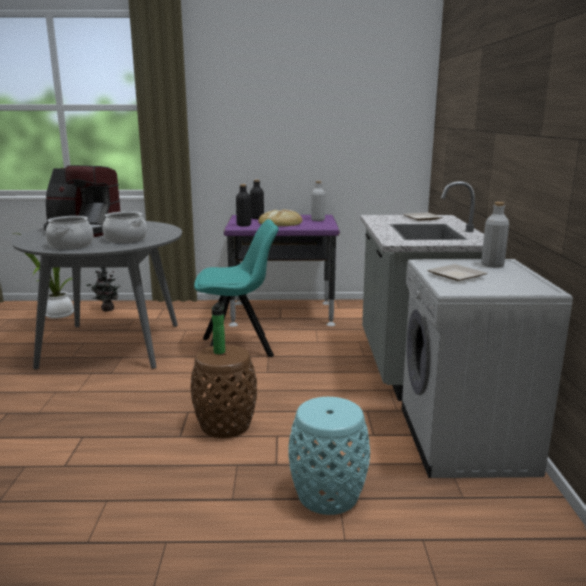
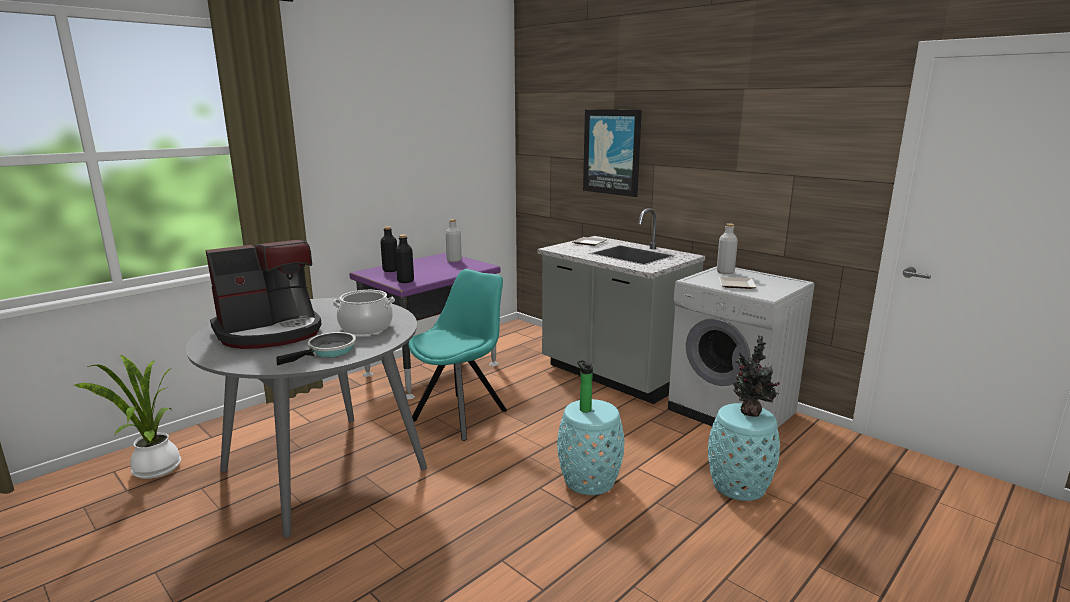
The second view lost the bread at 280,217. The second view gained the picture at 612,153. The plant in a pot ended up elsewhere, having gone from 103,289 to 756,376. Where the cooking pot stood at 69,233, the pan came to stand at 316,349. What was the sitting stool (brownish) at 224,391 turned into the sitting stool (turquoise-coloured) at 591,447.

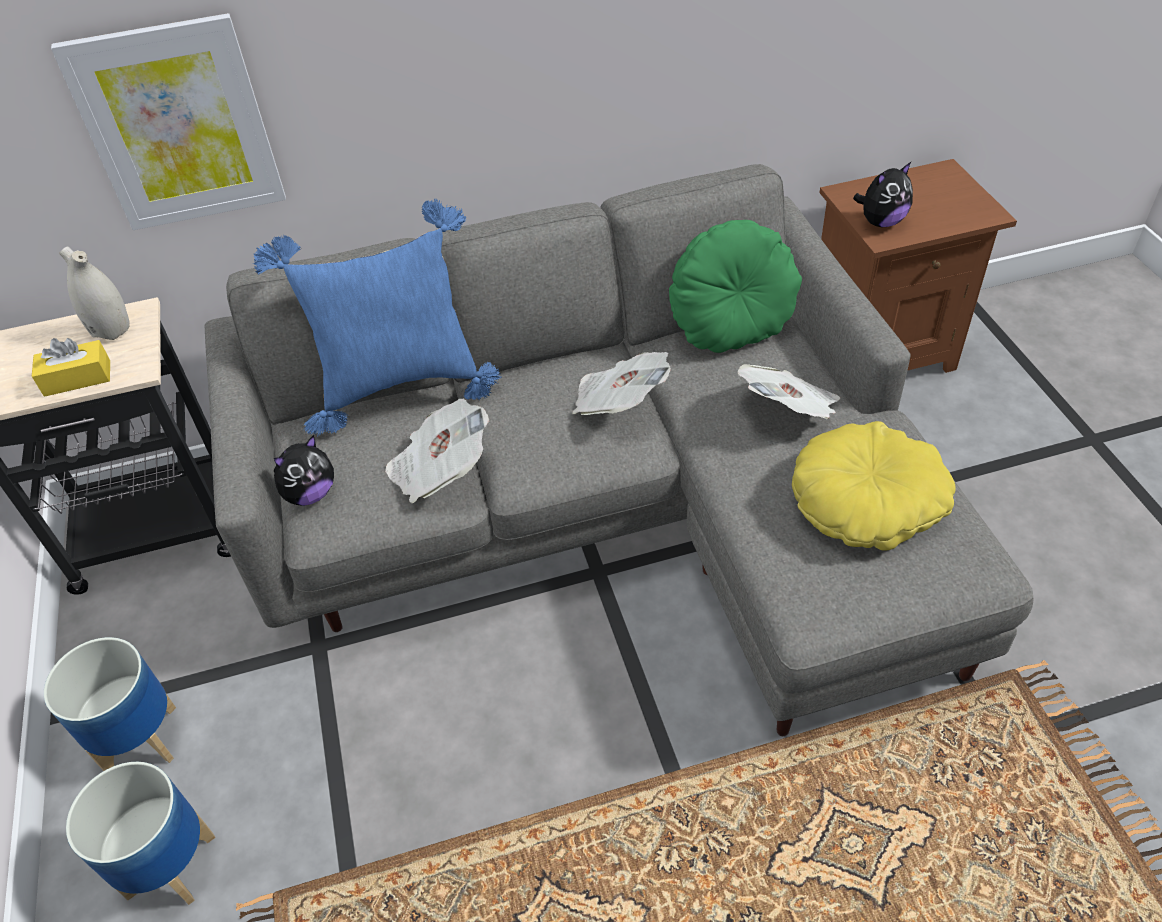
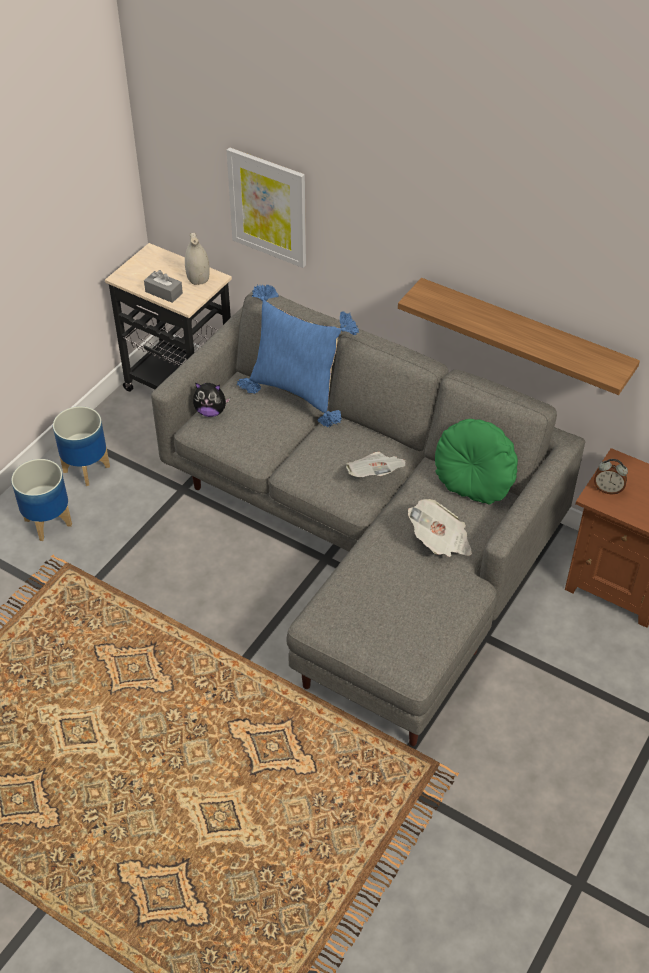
The second view lost the printed paper at 437,450. The second view lost the throw pillow (yellow) at 874,486. The second view gained the shelf at 519,336. Where the plush toy stood at 883,194, the alarm clock came to stand at 611,476. What was the box of tissues (yellow) at 71,367 turned into the box of tissues (greyish) at 163,286.

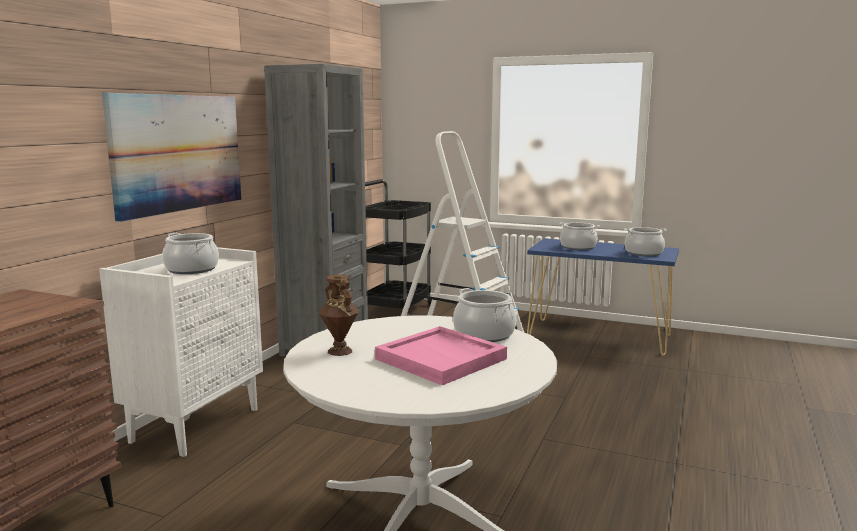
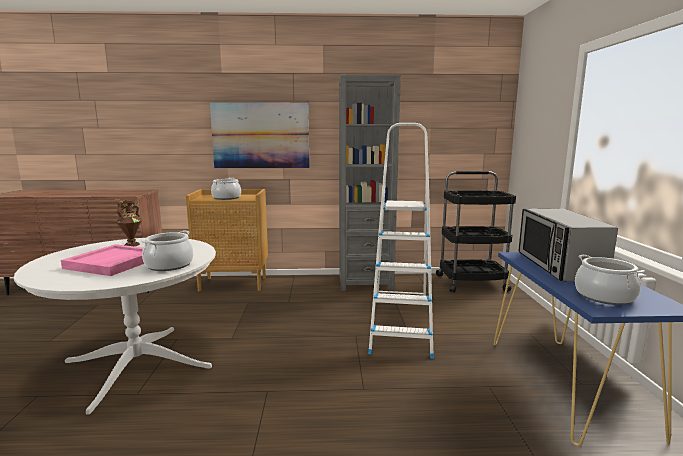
Where the cooking pot stood at 579,236, the microwave came to stand at 568,244. What was the storage cabinet (white-coloured) at 181,352 turned into the storage cabinet (brownish) at 227,240.

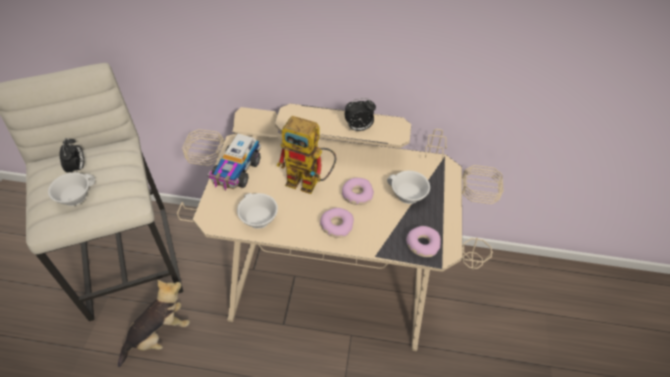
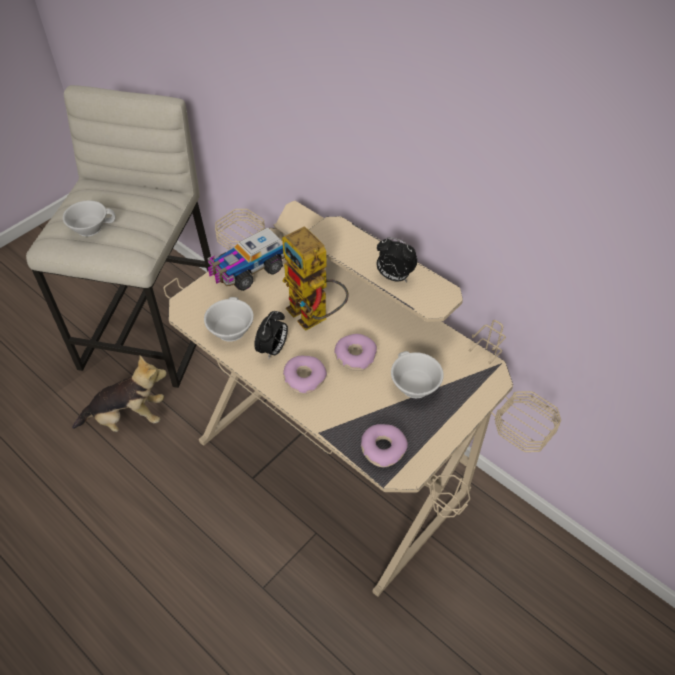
The alarm clock ended up elsewhere, having gone from 72,155 to 271,335.

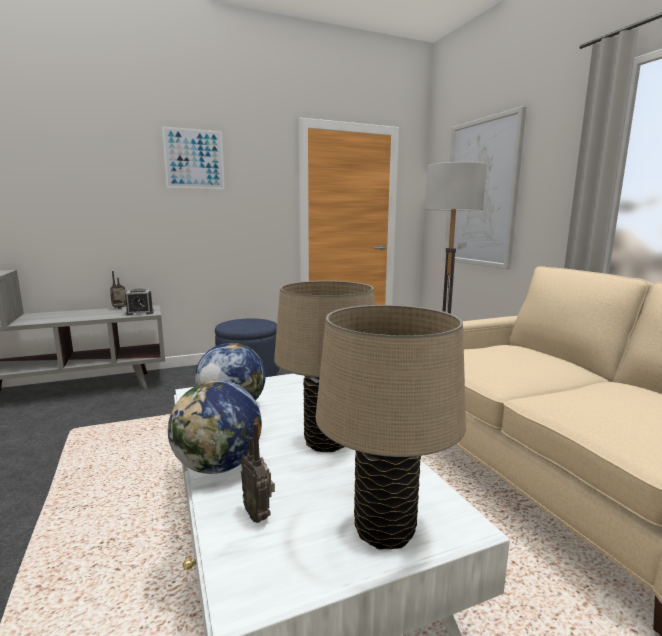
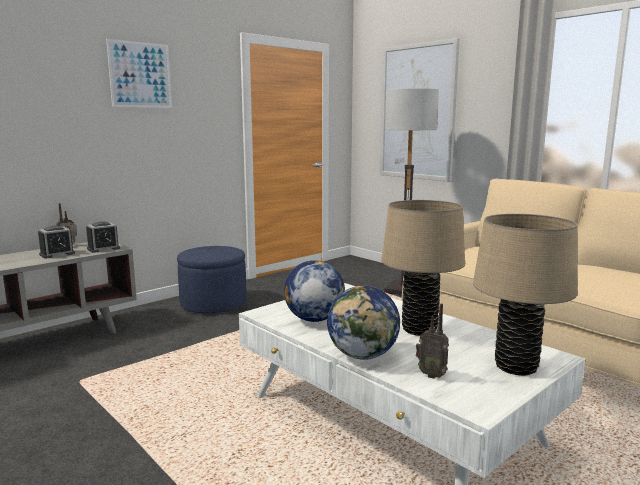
The second view gained the alarm clock at 56,242.

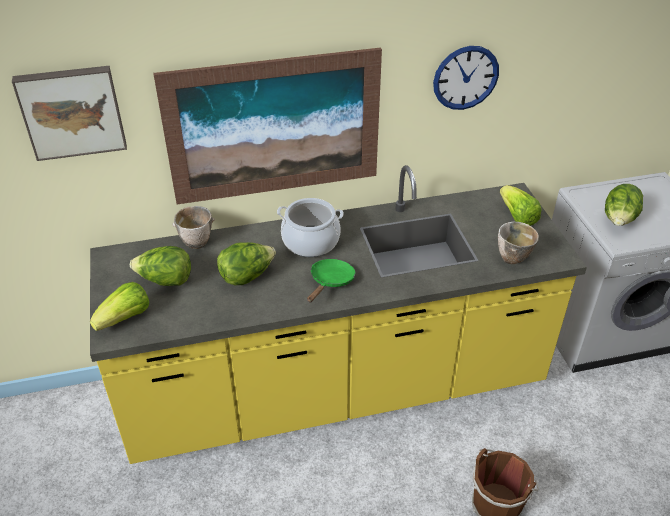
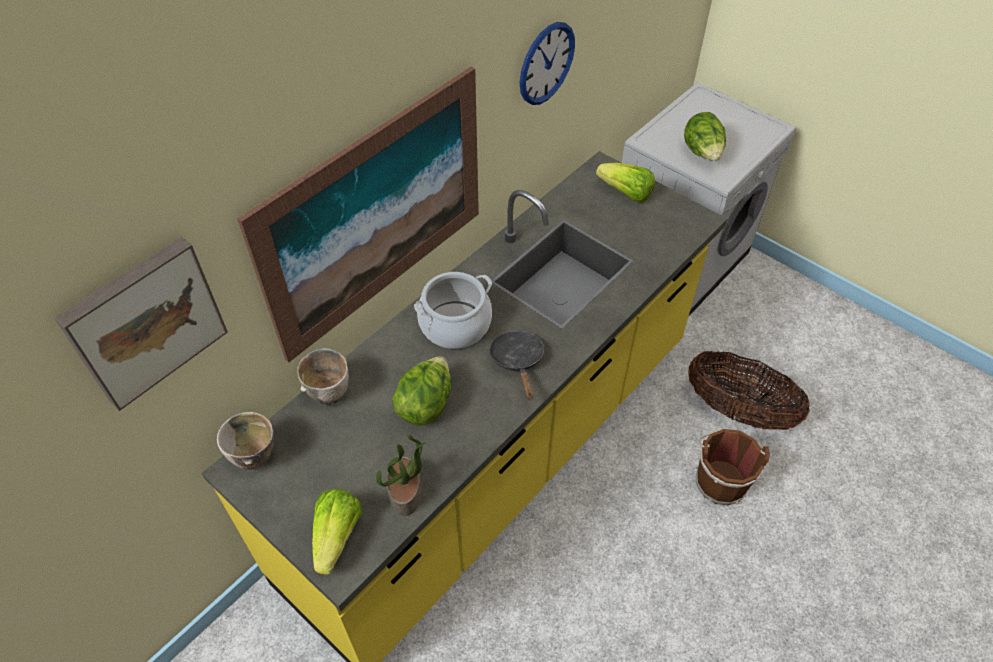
The second view lost the lettuce at 160,266. The second view gained the plant in a pot at 401,475. The second view gained the basket at 749,390. The serving bowl ended up elsewhere, having gone from 518,242 to 245,441. What was the pan (green-coloured) at 331,280 turned into the pan (black) at 516,365.

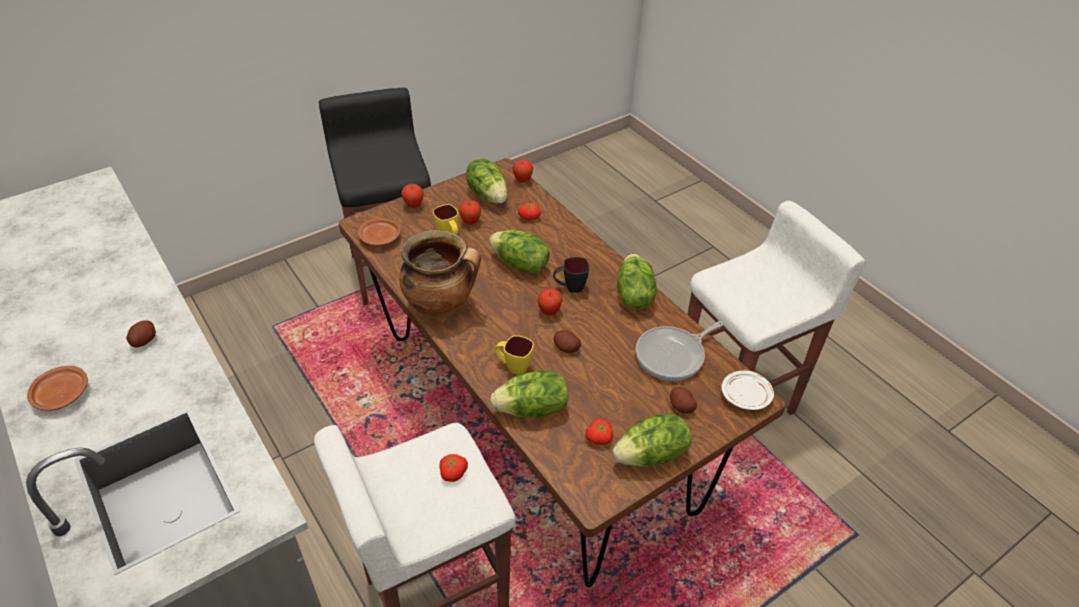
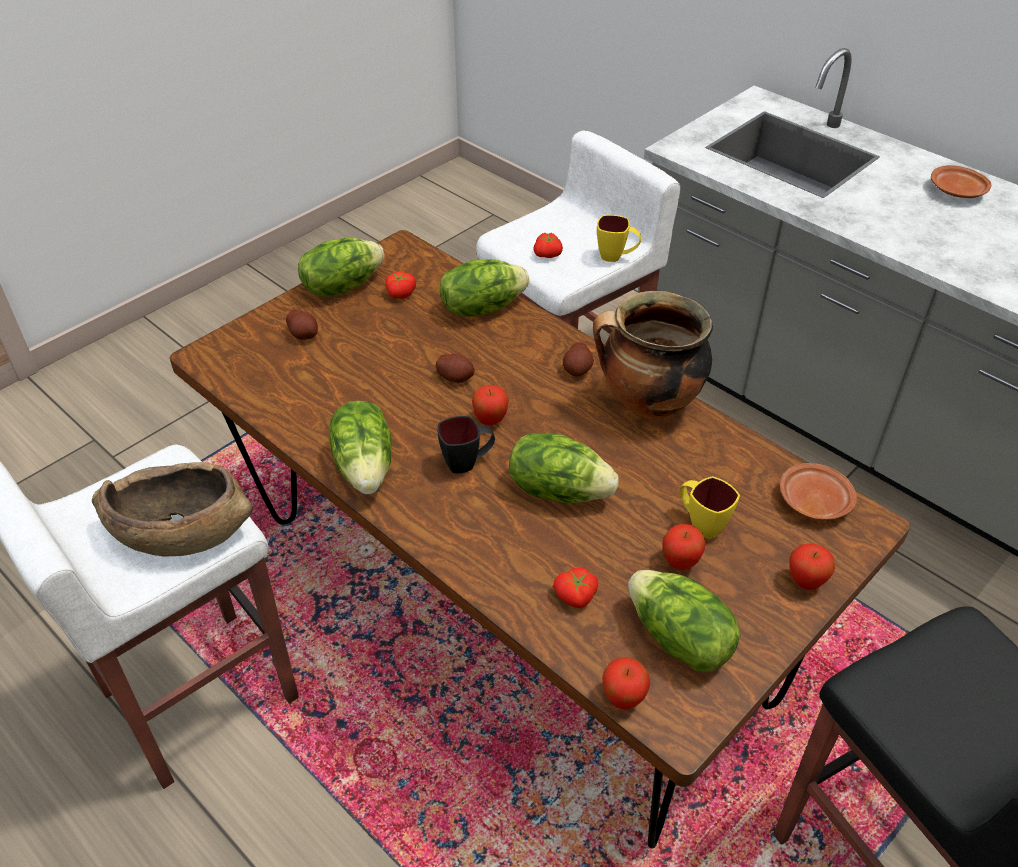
The second view lost the pan at 679,351. The second view lost the dinner plate (white-coloured) at 748,390. The second view gained the serving bowl (brownish) at 172,509. The whole potato ended up elsewhere, having gone from 141,333 to 578,359. The tea mug (yellow) ended up elsewhere, having gone from 514,355 to 619,238.

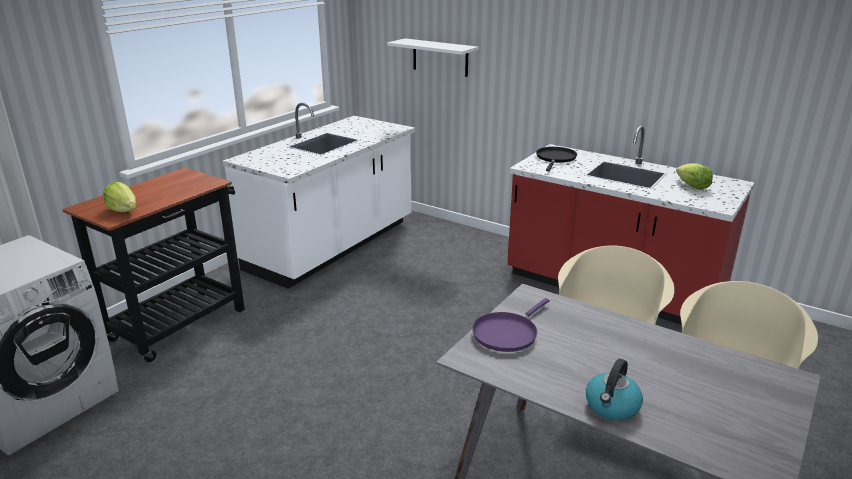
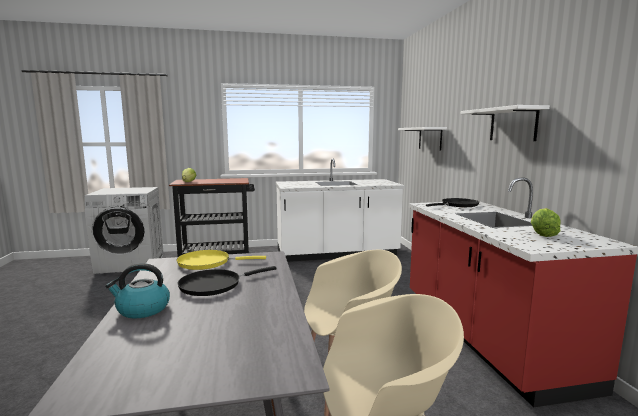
The second view gained the pan (black) at 227,281. The second view gained the shelf (white-coloured) at 505,123. What was the pan (purplish) at 510,325 turned into the pan (yellow) at 221,260.

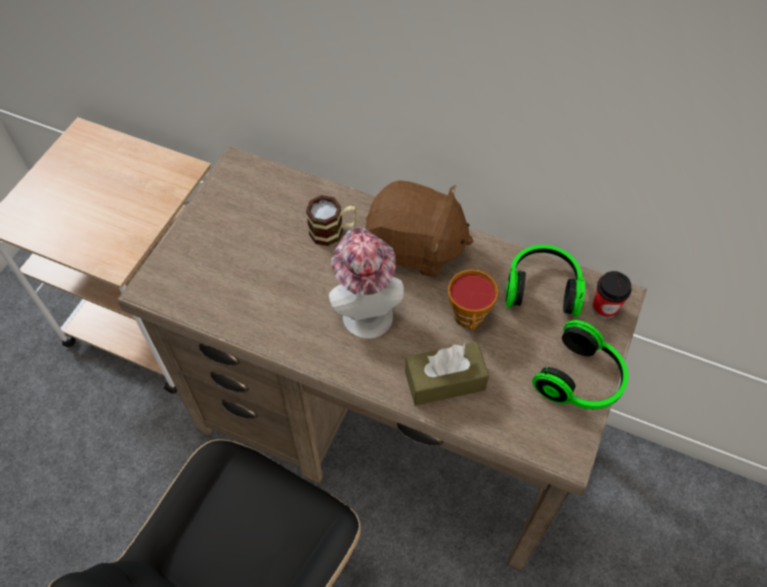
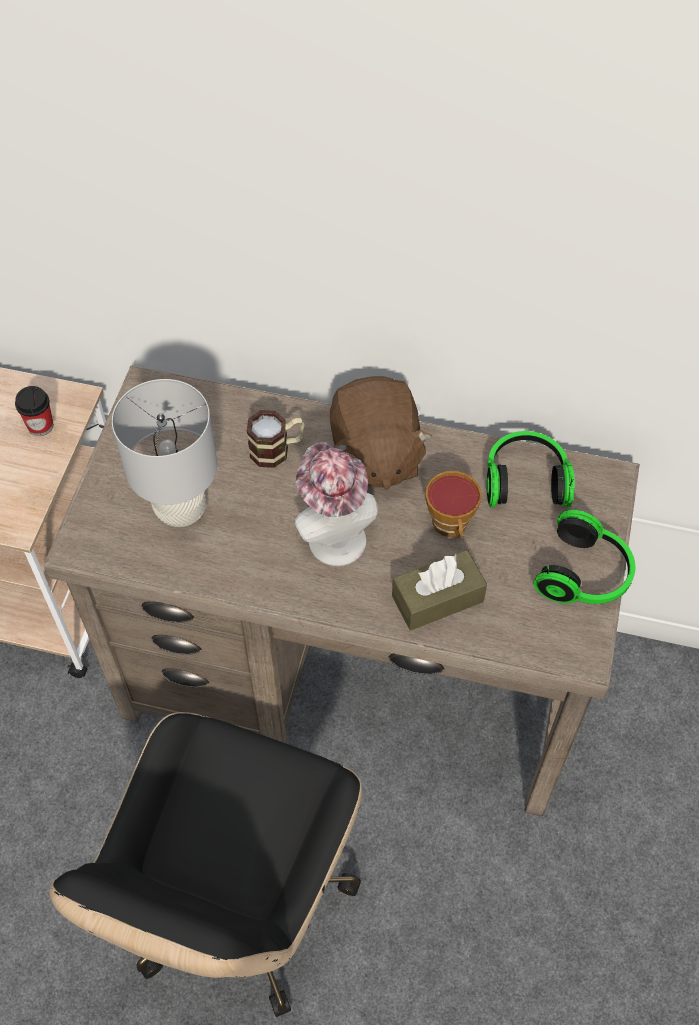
The second view gained the tabletop lamp (greyish) at 164,453. The cup ended up elsewhere, having gone from 612,295 to 34,411. The plush toy (brownish) at 419,229 ended up facing another way, 75 degrees clockwise from before.

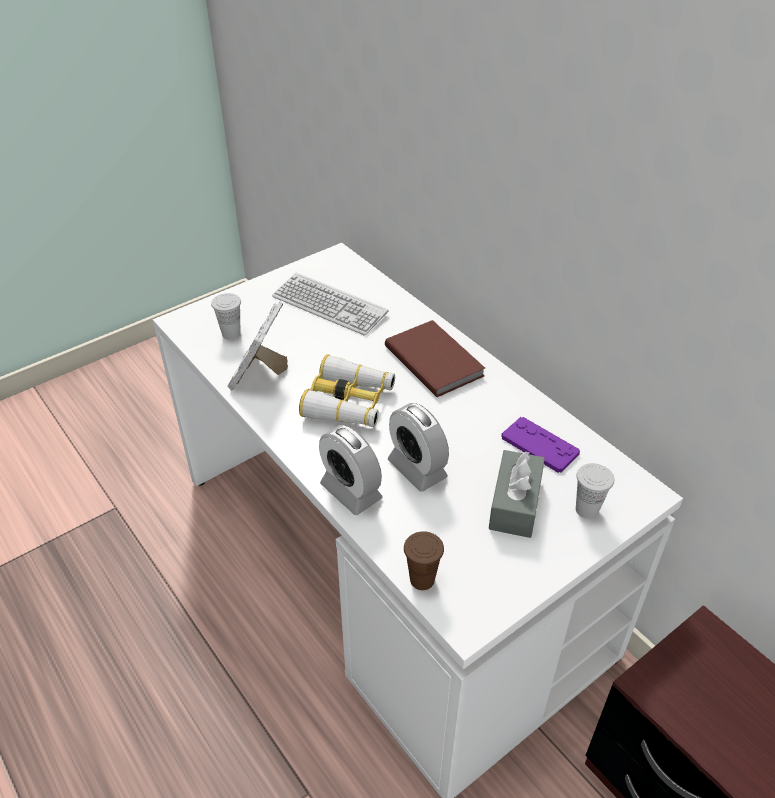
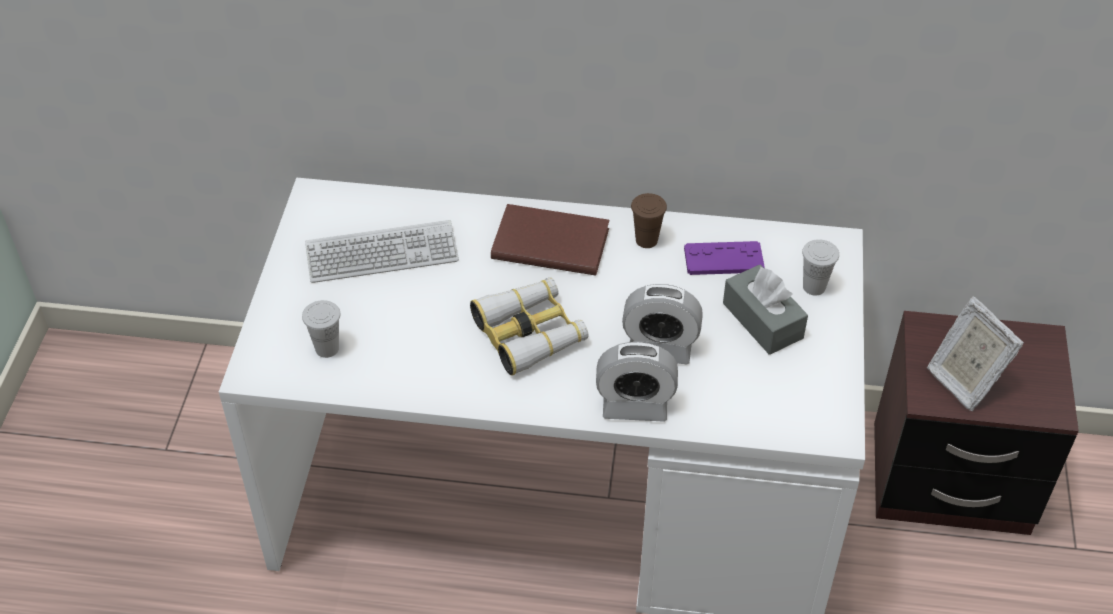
The photo frame ended up elsewhere, having gone from 258,346 to 975,354. The cup (brownish) ended up elsewhere, having gone from 424,560 to 649,220.

